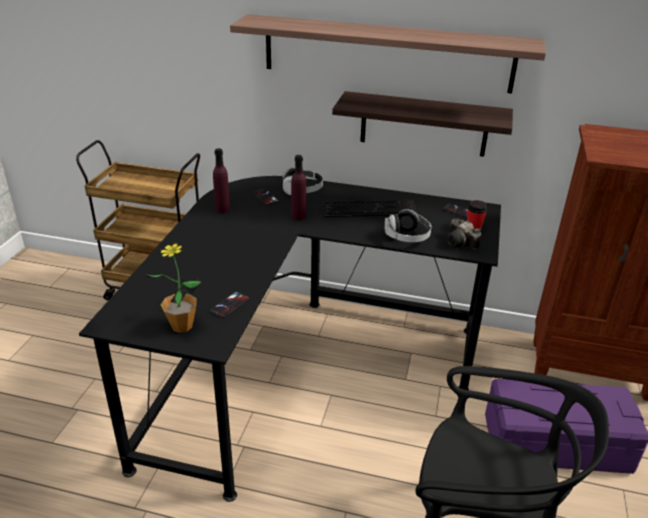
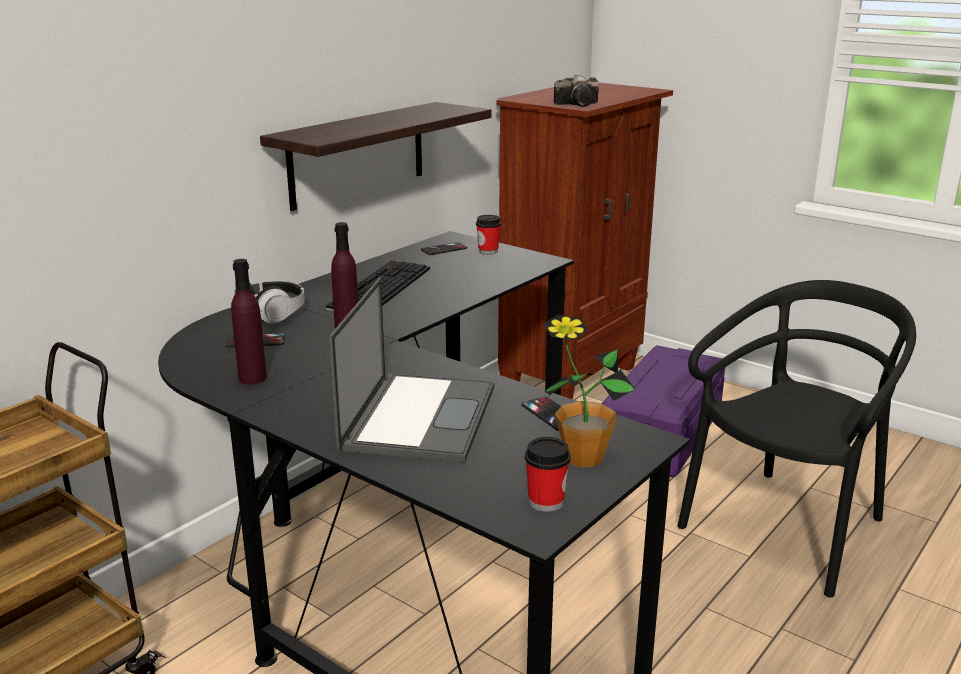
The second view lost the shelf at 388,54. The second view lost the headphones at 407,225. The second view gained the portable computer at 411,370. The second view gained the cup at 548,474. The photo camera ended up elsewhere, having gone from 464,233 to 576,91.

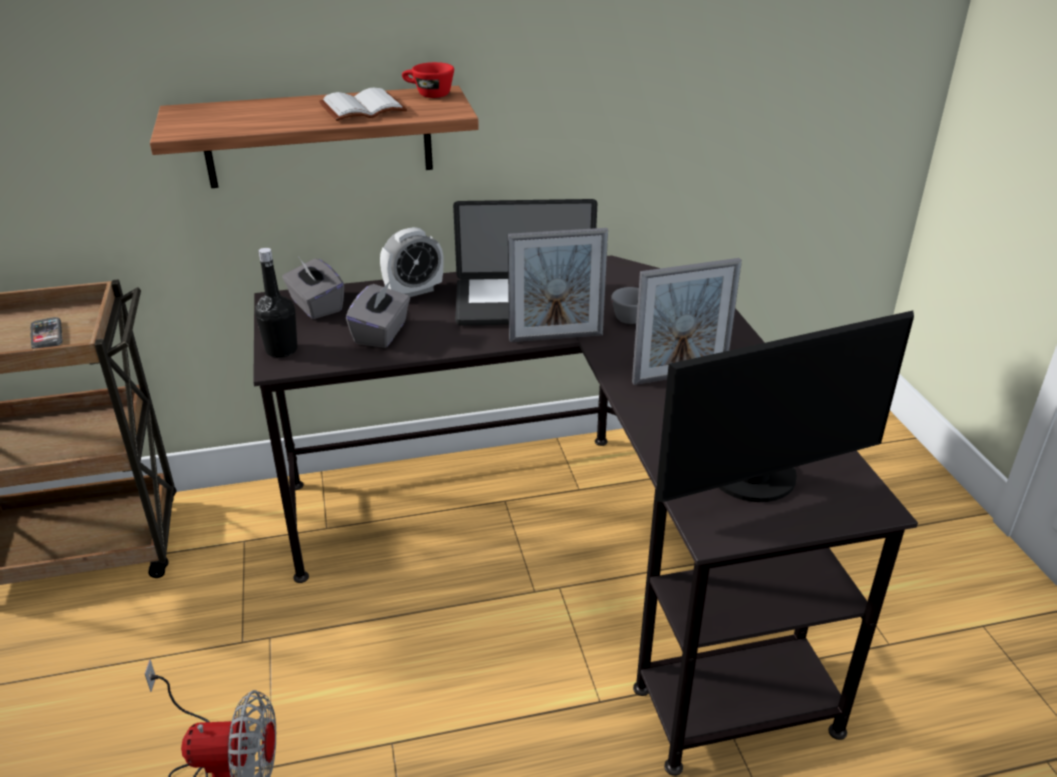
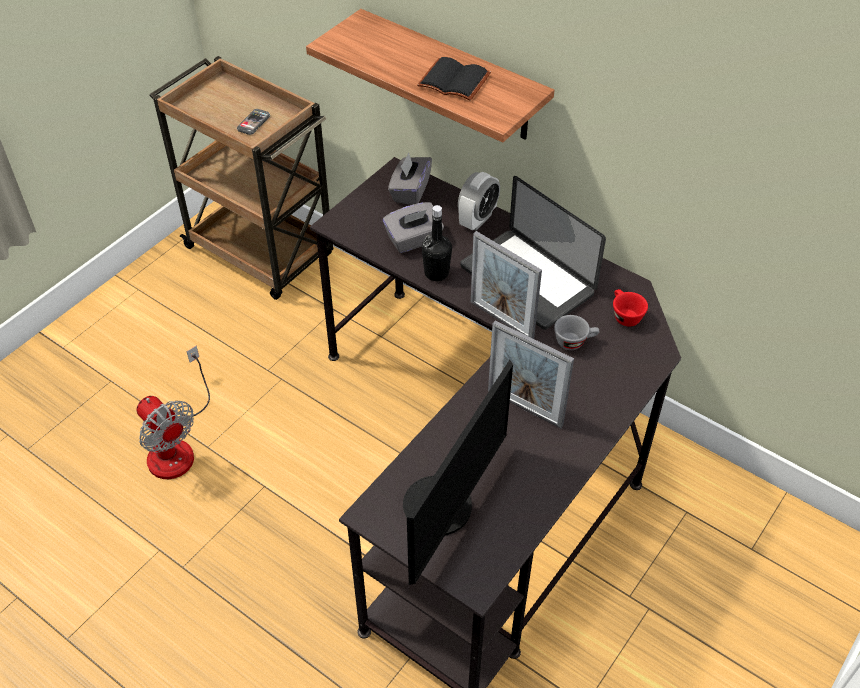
The bottle (black) ended up elsewhere, having gone from 276,303 to 437,243. The cup (red-coloured) ended up elsewhere, having gone from 428,80 to 630,308. What was the bound book (white-coloured) at 363,104 turned into the bound book (black) at 454,79. The alarm clock at 412,262 ended up facing another way, 75 degrees counterclockwise from before. The monitor at 784,406 ended up facing another way, 90 degrees counterclockwise from before.

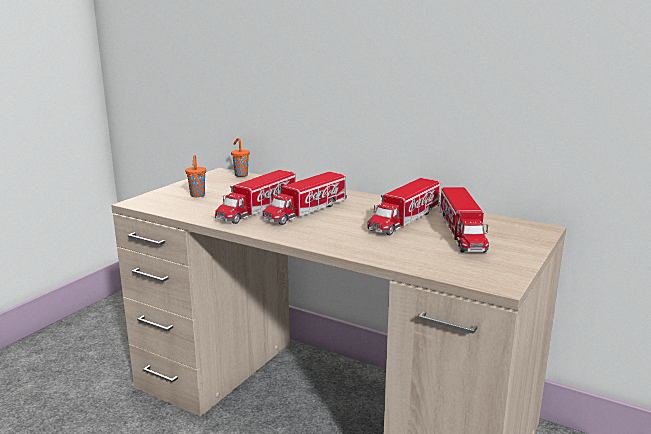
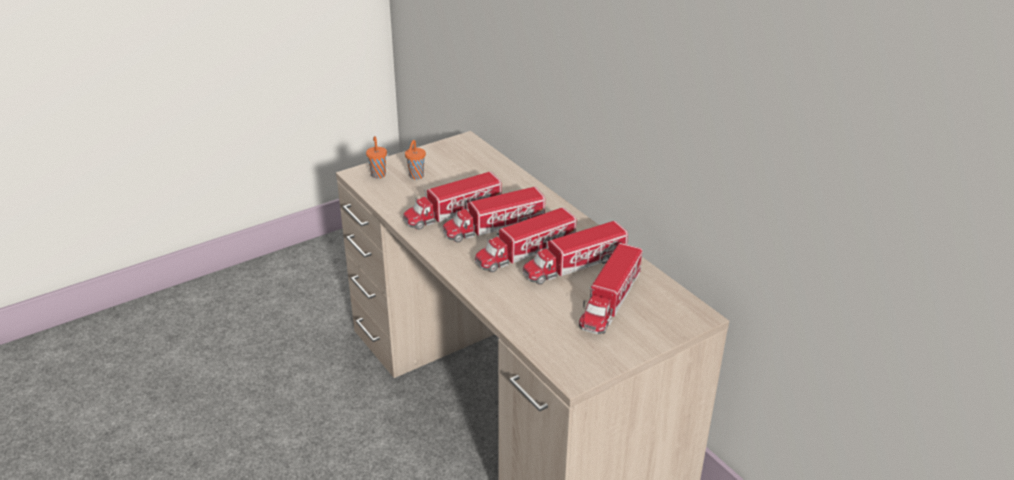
The second view gained the model truck at 525,239. The cup (orange-coloured) ended up elsewhere, having gone from 240,157 to 376,157.

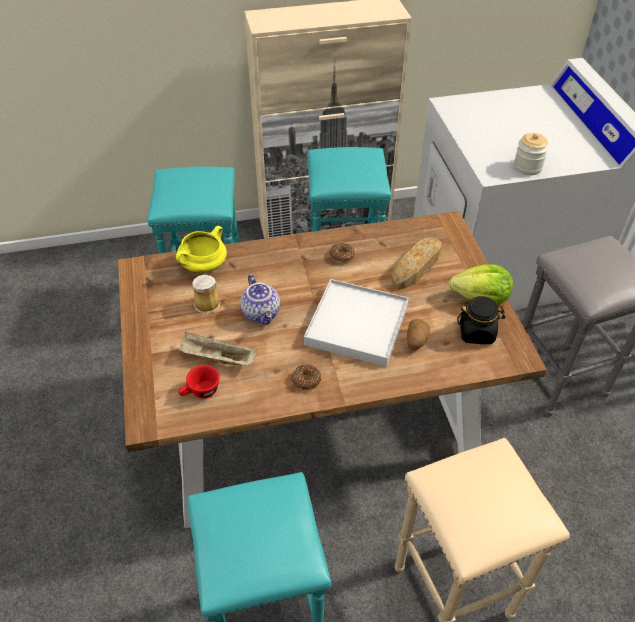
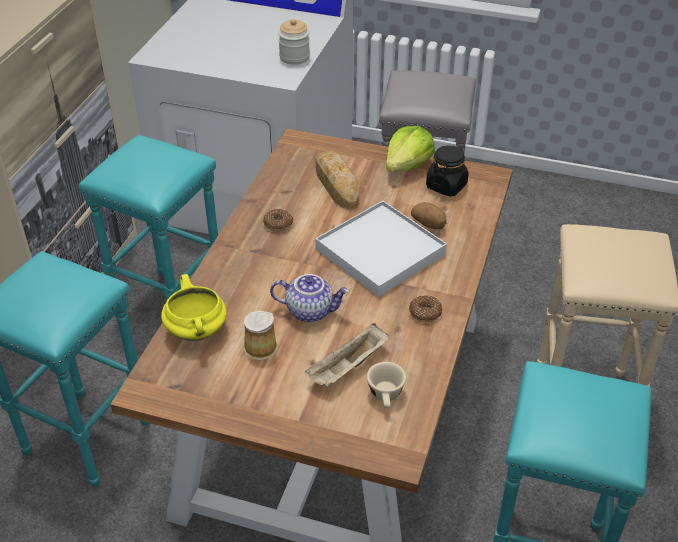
What was the cup (red-coloured) at 199,382 turned into the cup (beige) at 386,385.

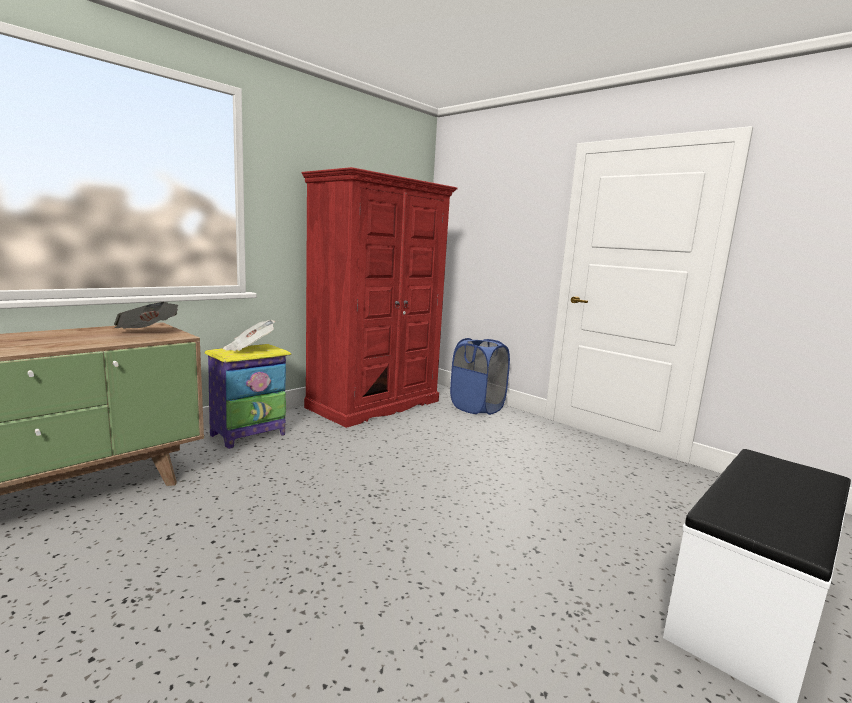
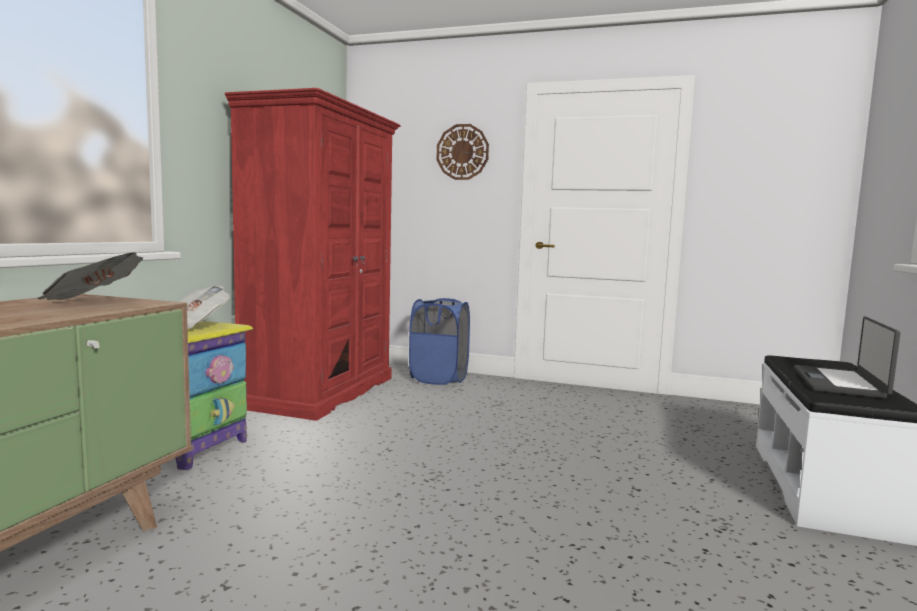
The second view gained the wall clock at 462,152. The second view gained the portable computer at 847,357.

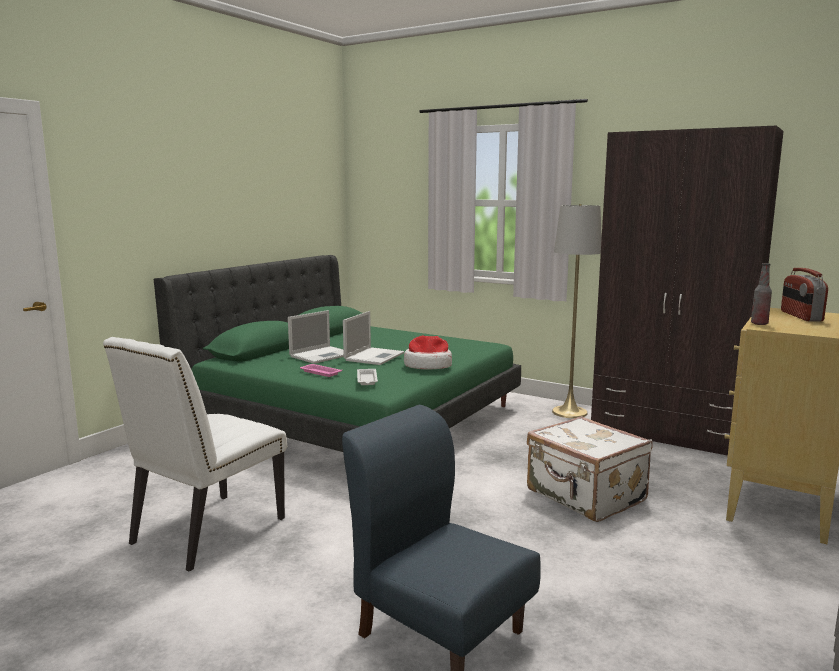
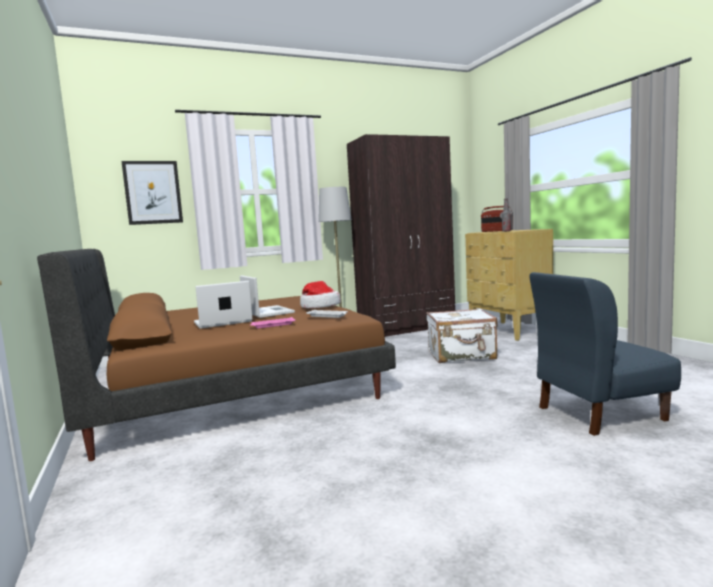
The second view lost the plain chair (white-coloured) at 195,454. The second view gained the picture at 152,193. What was the bedroom bed (green-coloured) at 337,353 turned into the bedroom bed (brownish) at 216,355. The portable computer at 316,337 ended up facing another way, 105 degrees counterclockwise from before.

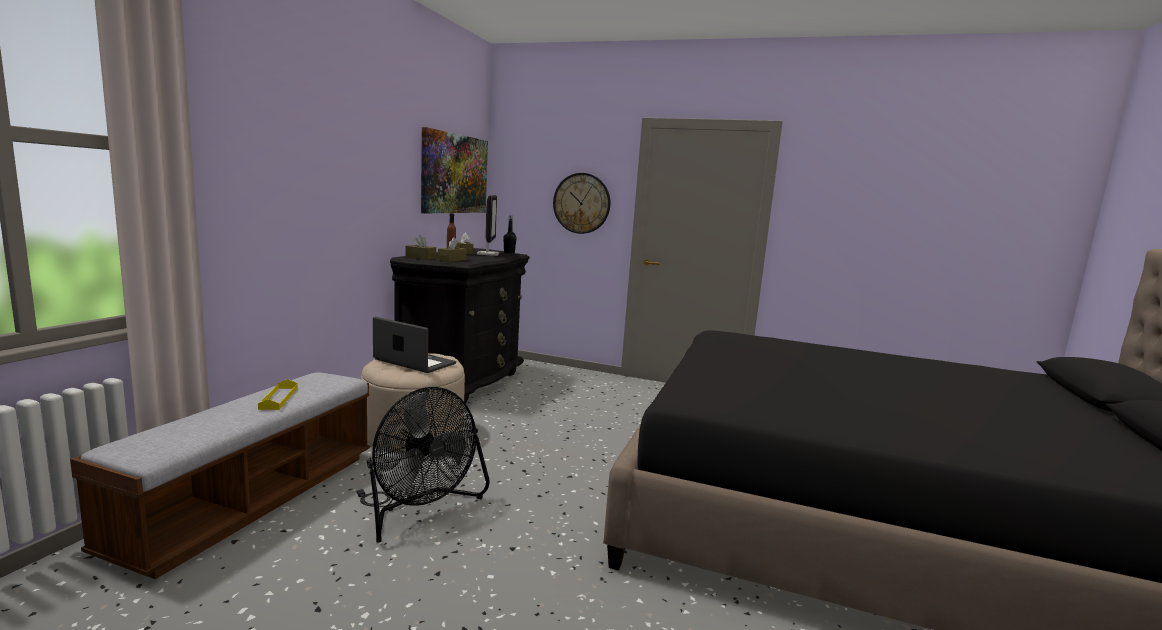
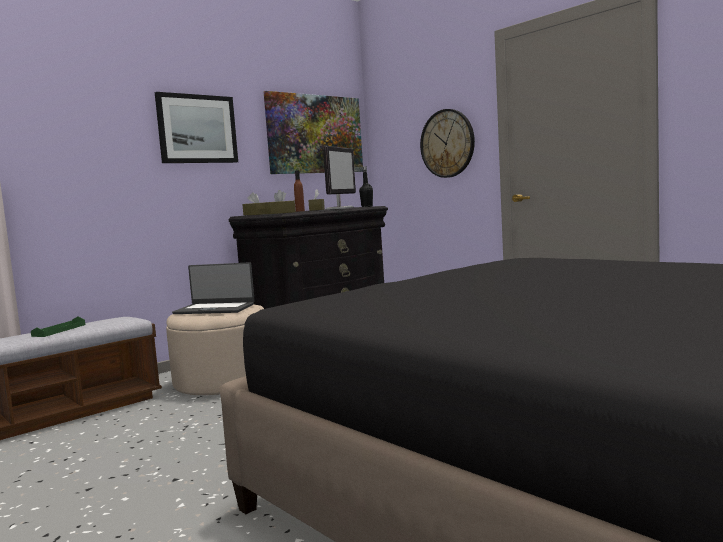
The second view lost the electric fan (black) at 423,465. The second view gained the picture at 196,127. What was the serving tray (yellow) at 278,394 turned into the serving tray (green-coloured) at 58,326. The portable computer at 414,345 ended up facing another way, 135 degrees clockwise from before.

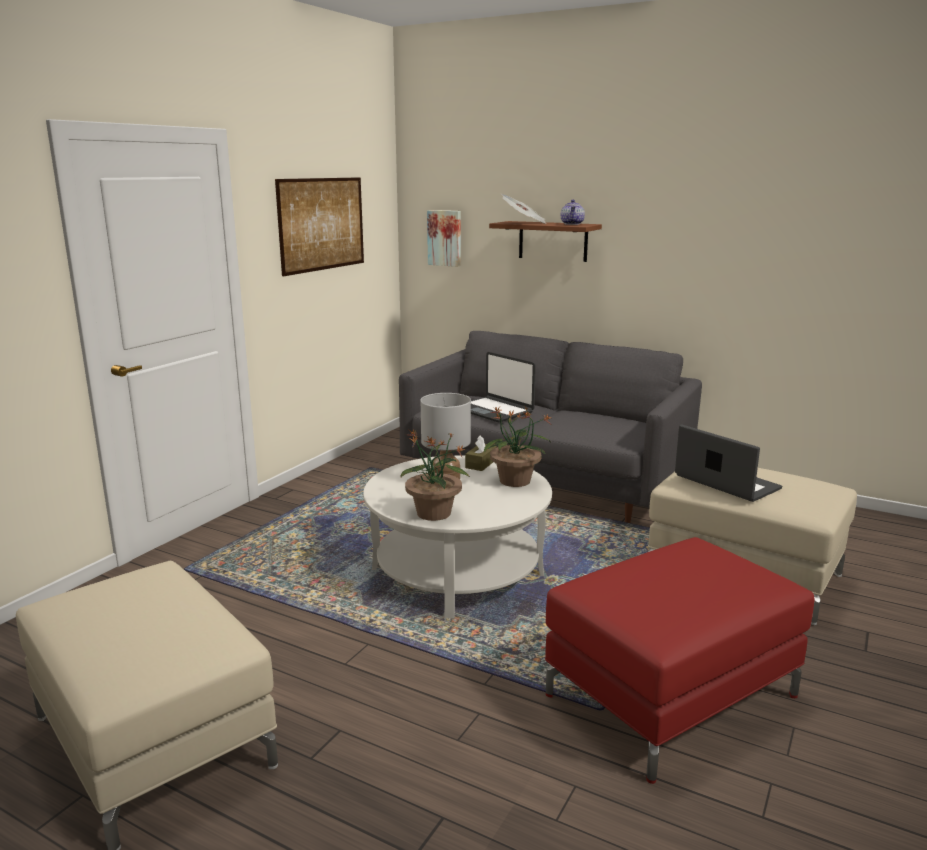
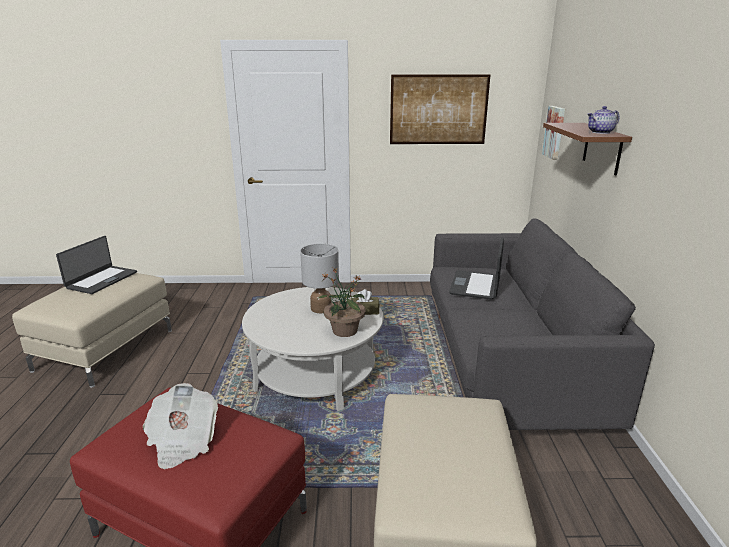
The second view lost the plant in a pot at 435,475. The printed paper ended up elsewhere, having gone from 523,209 to 180,426. The portable computer ended up elsewhere, having gone from 728,463 to 96,265.

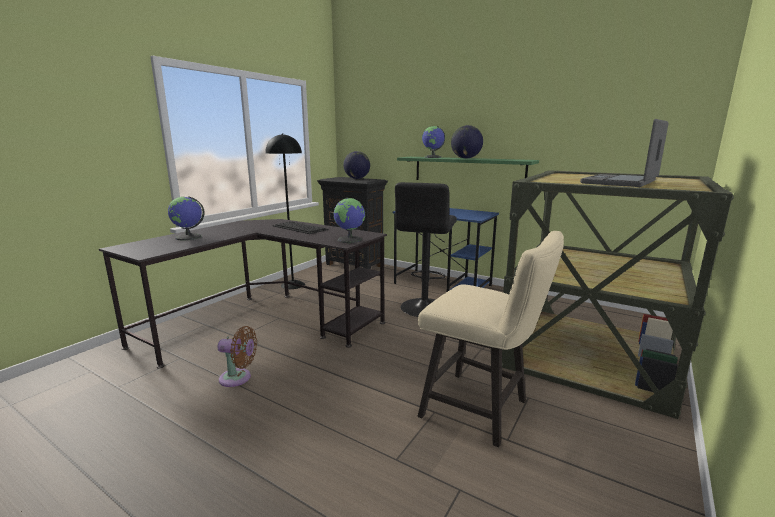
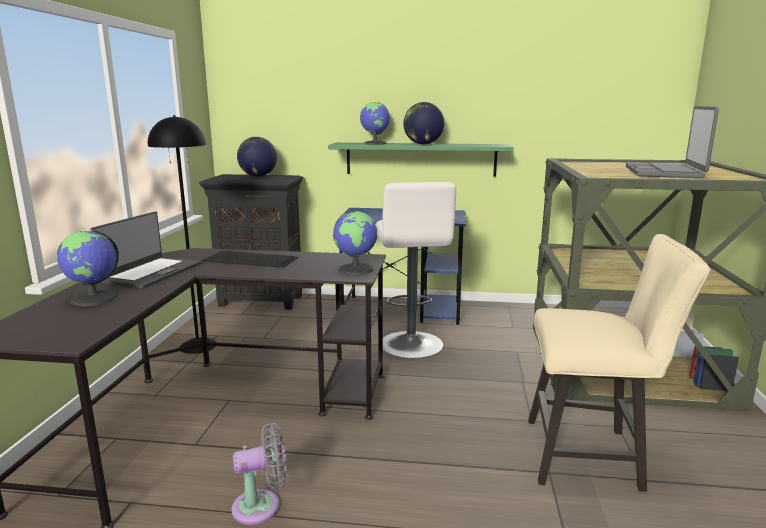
The second view gained the portable computer at 145,249. What was the electric fan (brownish) at 237,356 turned into the electric fan (greyish) at 259,474. What was the sitting stool (black) at 426,249 turned into the sitting stool (white-coloured) at 416,270.

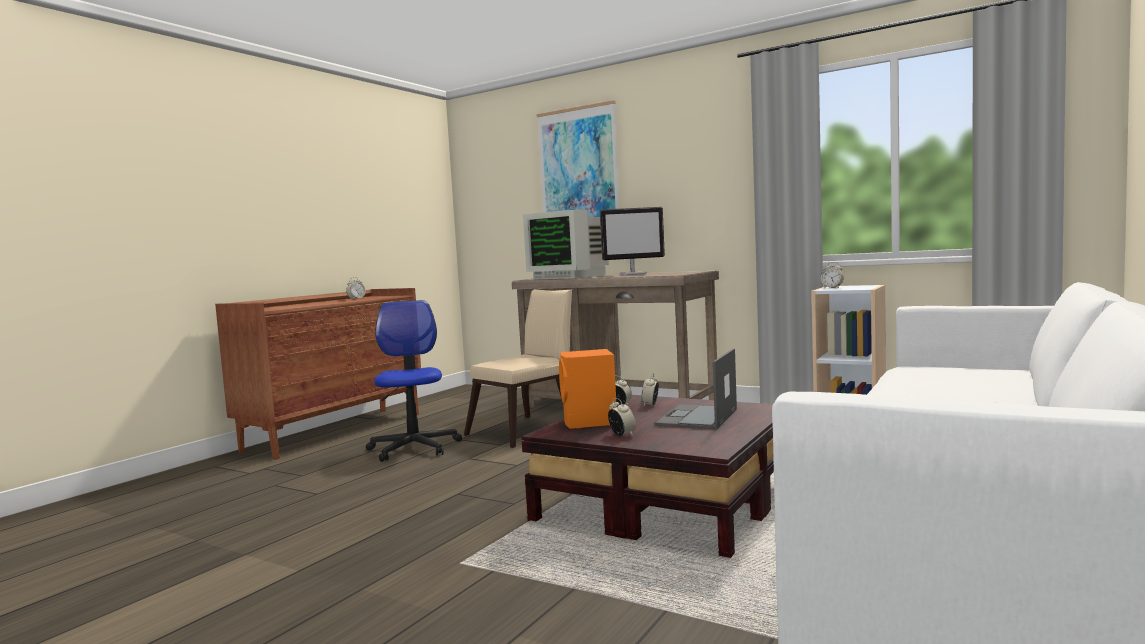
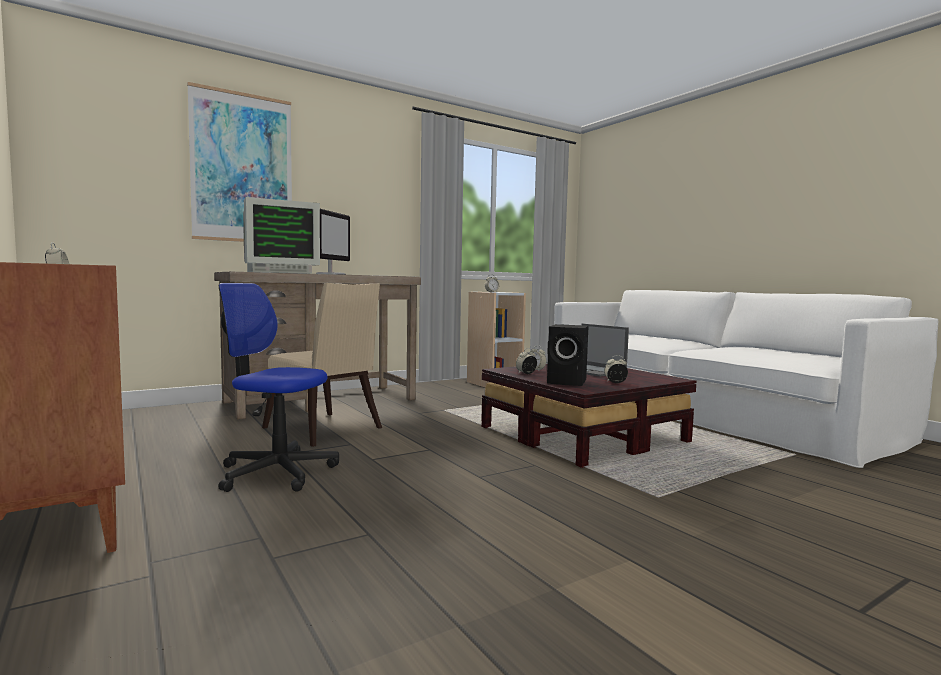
What was the speaker (orange-coloured) at 588,389 turned into the speaker (black) at 568,355. The plain chair (beige) at 518,368 ended up facing another way, 150 degrees clockwise from before.

